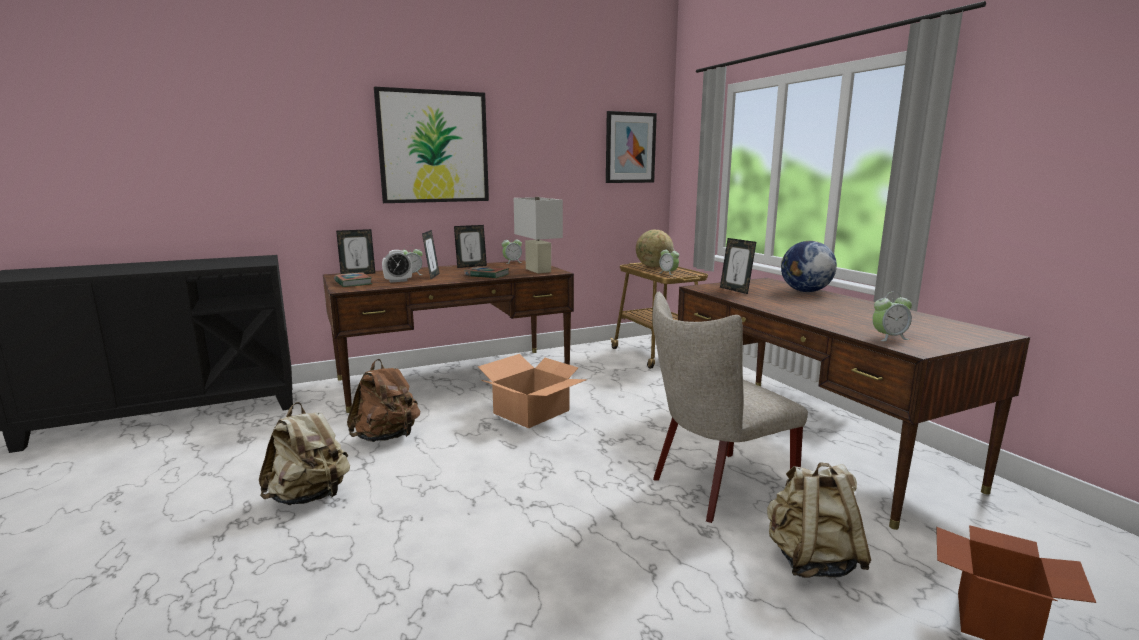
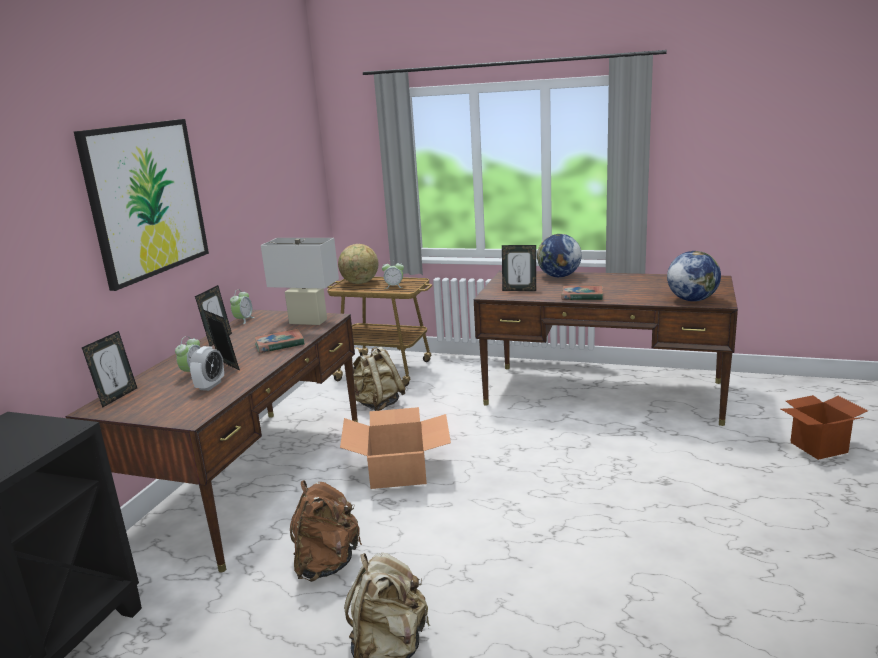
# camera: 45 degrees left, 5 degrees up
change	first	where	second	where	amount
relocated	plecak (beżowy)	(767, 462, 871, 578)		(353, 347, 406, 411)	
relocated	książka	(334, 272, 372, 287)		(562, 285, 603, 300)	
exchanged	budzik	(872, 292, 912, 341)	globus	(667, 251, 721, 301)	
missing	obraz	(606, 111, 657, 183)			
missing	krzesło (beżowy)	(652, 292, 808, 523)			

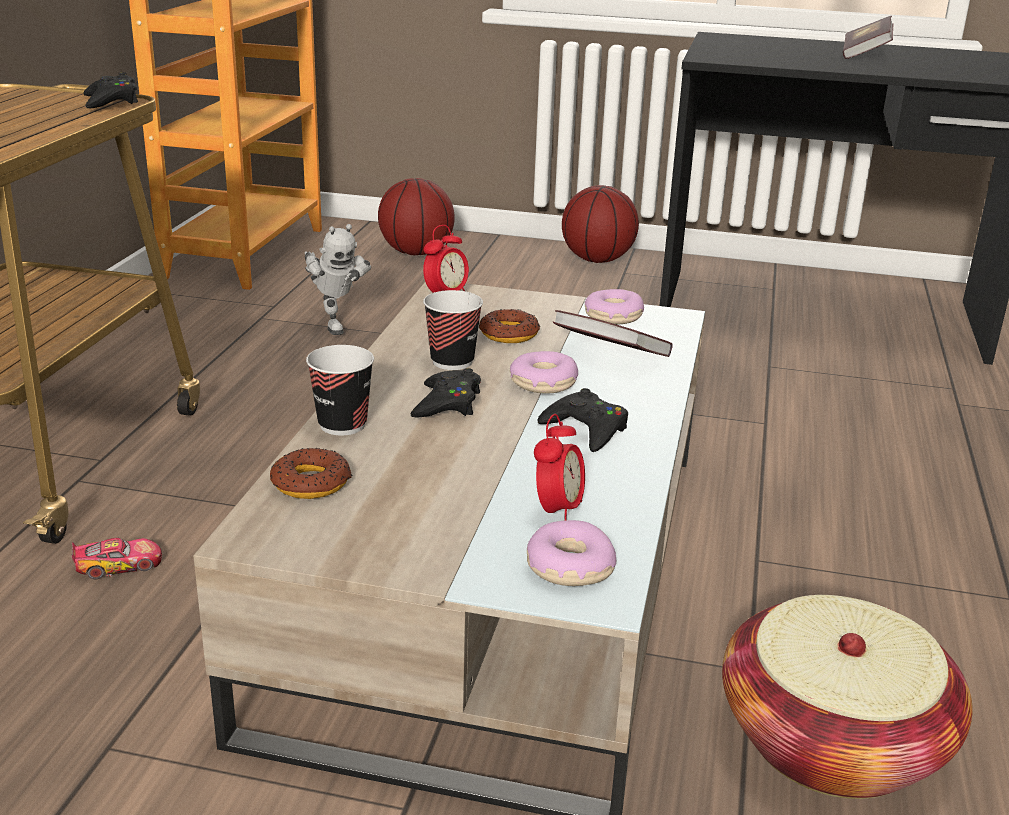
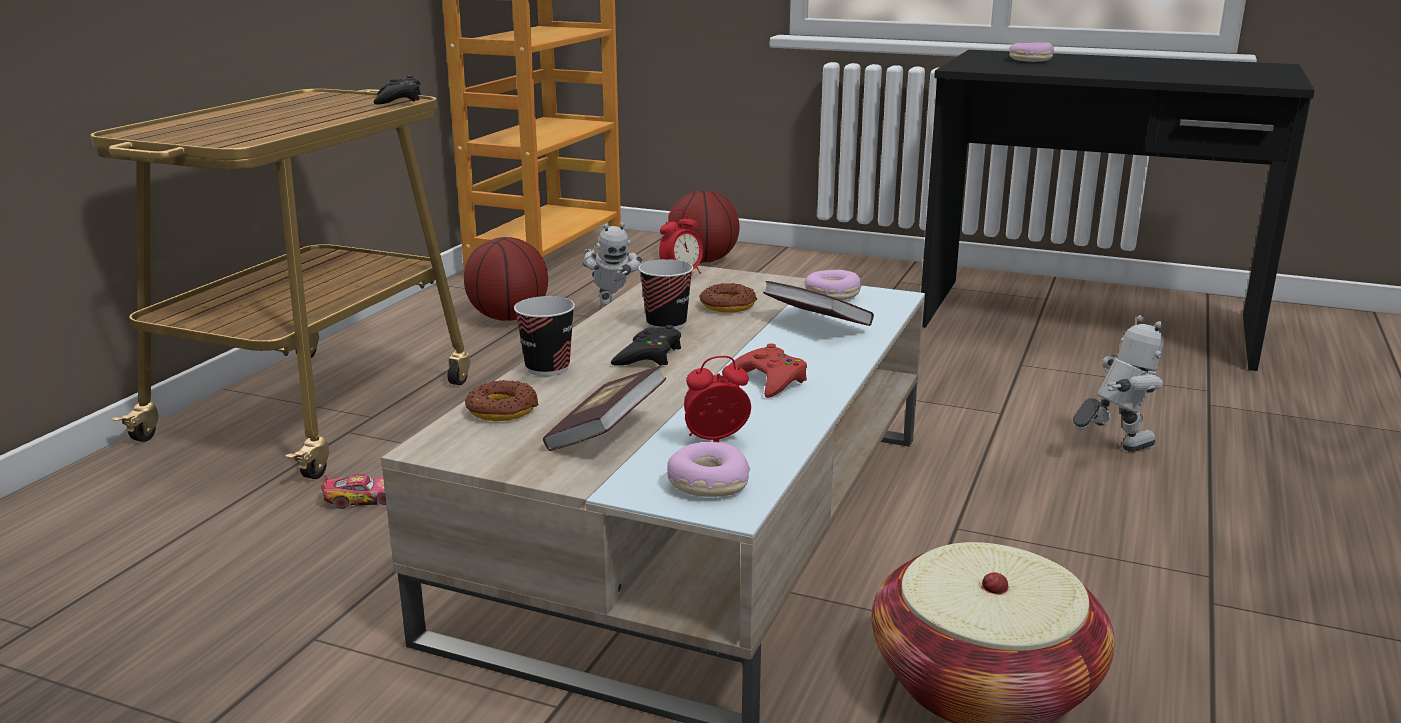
# camera: 10 degrees right, 5 degrees down
change	first	where	second	where	amount
relocated	piłka do koszykówki	(562, 185, 639, 263)		(464, 237, 548, 321)	
relocated	książka	(843, 16, 894, 59)		(543, 366, 666, 451)	
spun	budzik	(534, 414, 585, 520)		(684, 356, 751, 442)	135 degrees counterclockwise
colour	pad do gier (czarny)	(538, 388, 628, 452)	pad do gier (czerwony)	(729, 344, 807, 398)	
relocated	donut	(510, 351, 578, 394)		(1009, 43, 1054, 62)	
appeared			robot zabawkowy	(1073, 315, 1164, 452)	

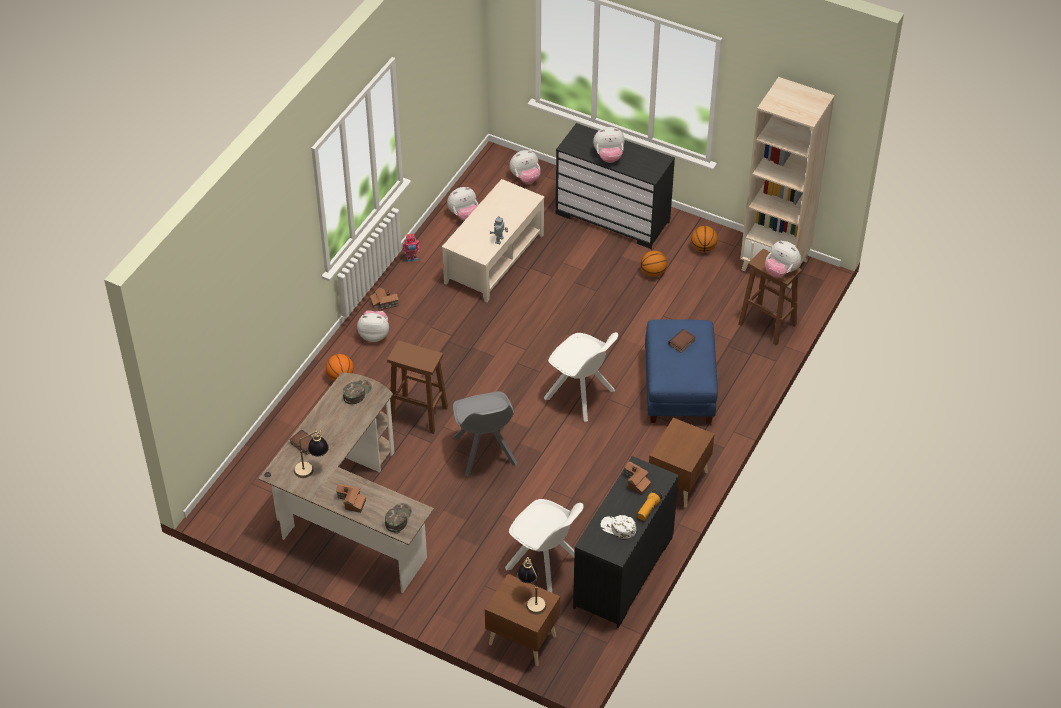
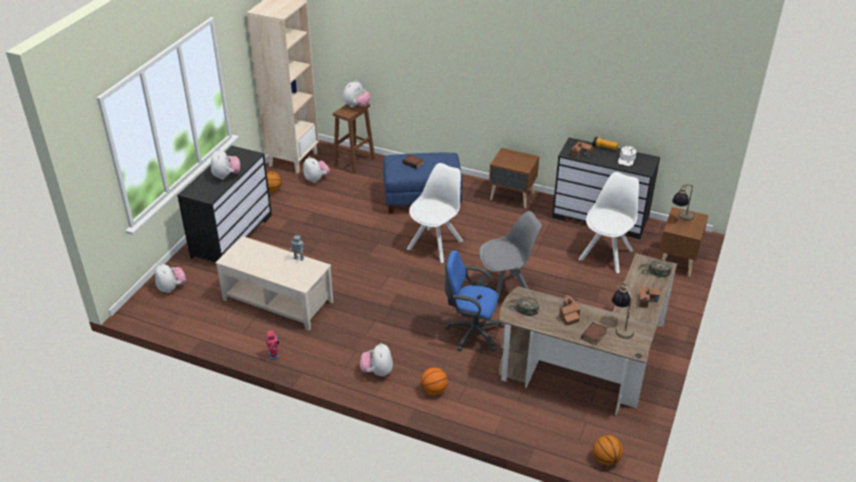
# camera: 95 degrees left, 10 degrees down
change	first	where	second	where	amount
relocated	pluszak	(447, 187, 478, 221)		(303, 156, 330, 183)	
exchanged	stołek (brązowy)	(387, 340, 448, 434)	krzesło biurowe (niebieski)	(445, 250, 504, 351)	
relocated	domek	(370, 287, 399, 310)		(559, 295, 581, 326)	
relocated	piłka do koszykówki	(641, 250, 667, 277)		(593, 435, 623, 465)	

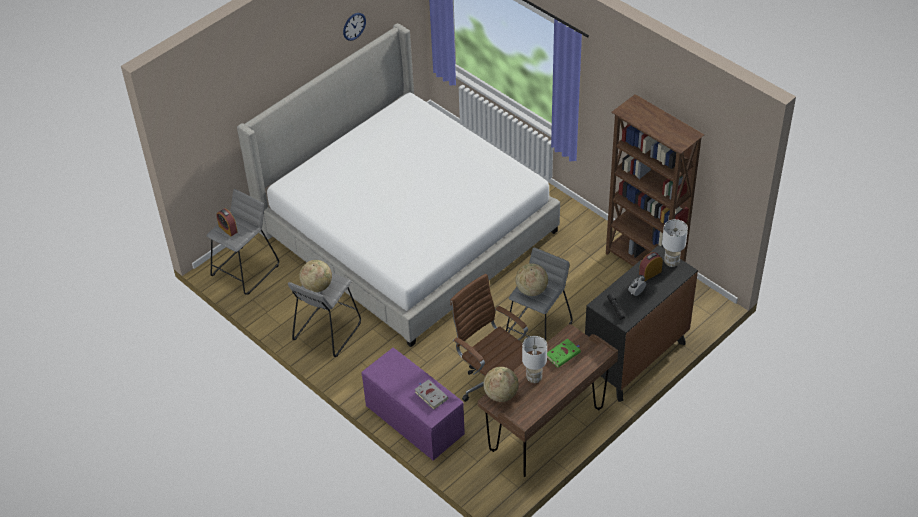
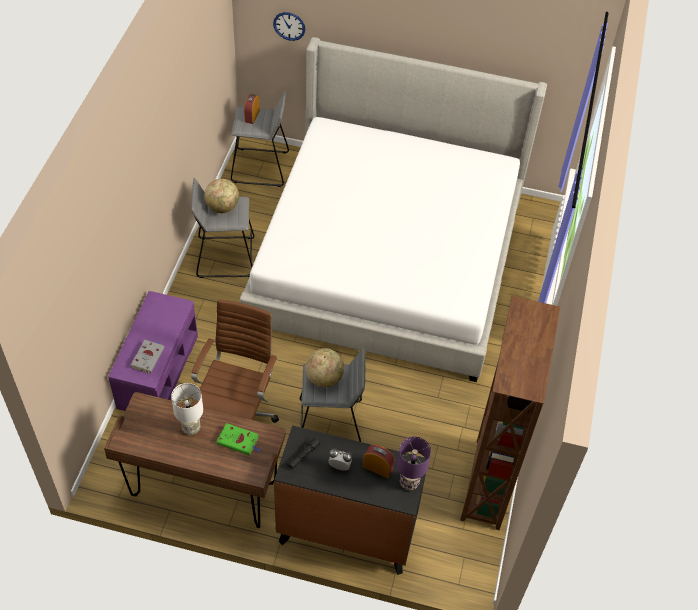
# camera: 55 degrees right, 5 degrees up
change	first	where	second	where	amount
relocated	zegar ścienny	(343, 13, 366, 41)		(273, 12, 305, 41)	
colour	lampa stołowa (biały)	(662, 219, 688, 267)	lampa stołowa (fioletowy)	(397, 436, 431, 490)	
missing	globus	(483, 367, 519, 402)			

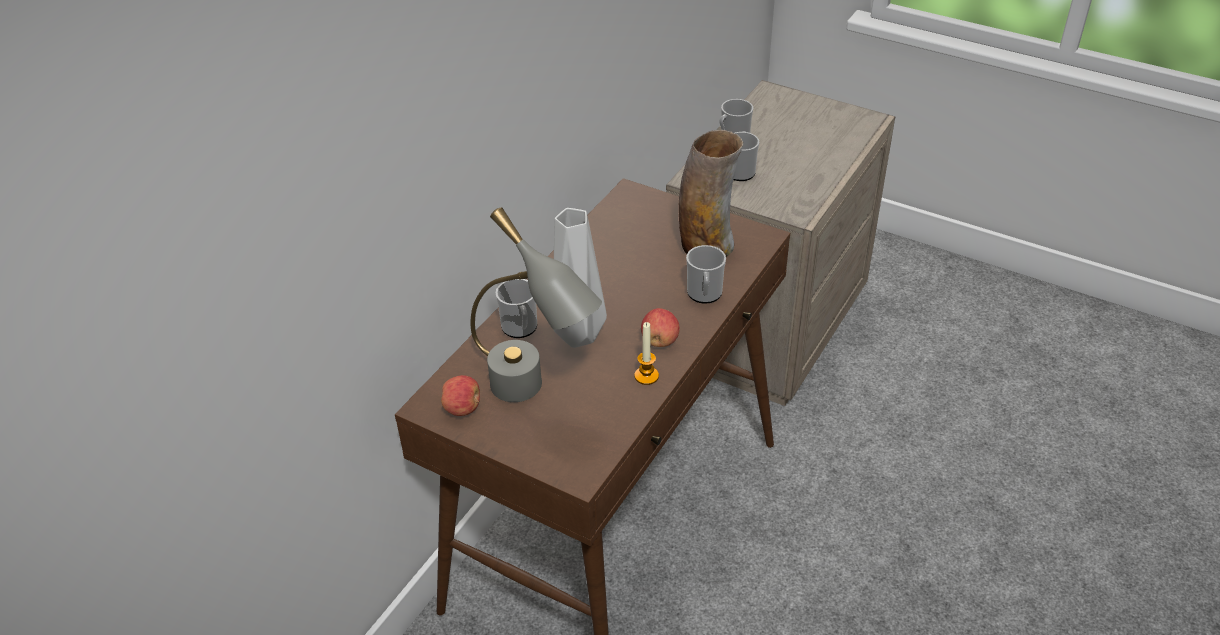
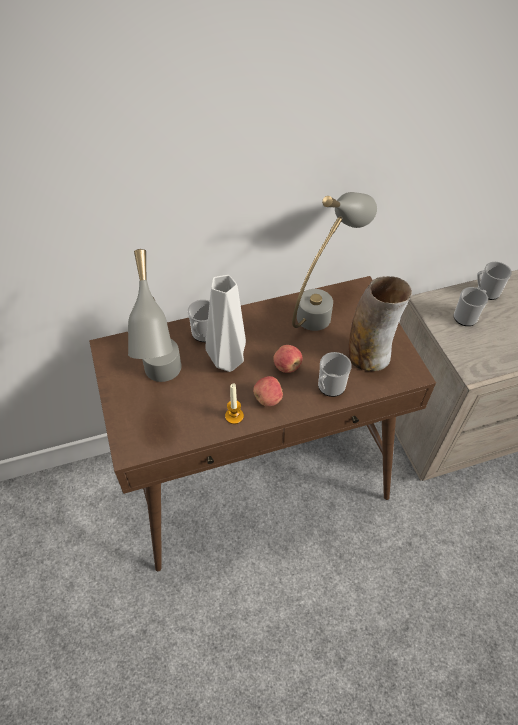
# camera: 40 degrees right, 10 degrees up
change	first	where	second	where	amount
relocated	jabłko	(441, 375, 480, 416)		(274, 345, 302, 373)	
appeared			lampa stołowa (szary)	(292, 192, 377, 331)	

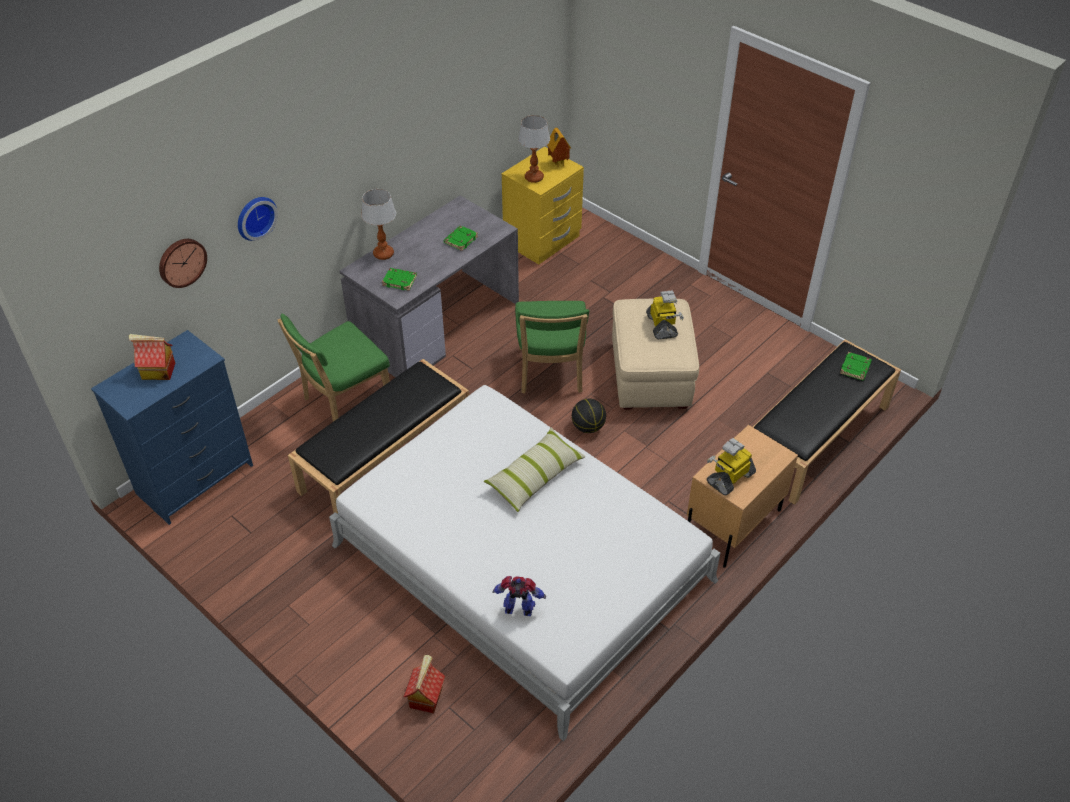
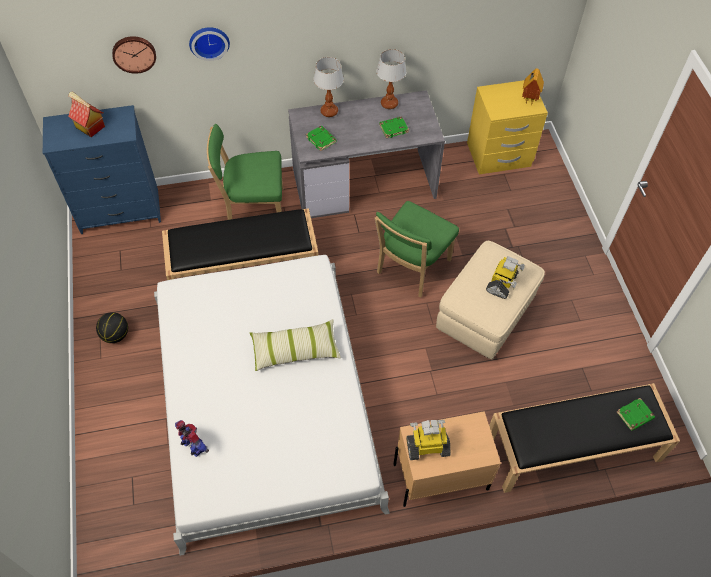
# camera: 35 degrees right, 10 degrees up
change	first	where	second	where	amount
relocated	piłka do koszykówki	(572, 399, 606, 433)		(96, 312, 128, 343)	
relocated	lampa stołowa	(518, 115, 550, 183)		(376, 49, 406, 109)	
missing	domek	(404, 655, 445, 713)			

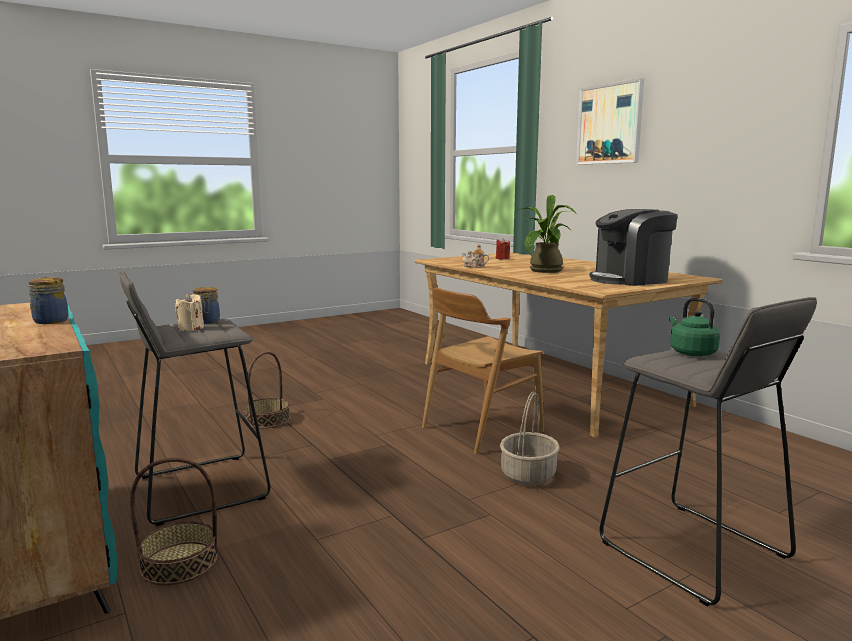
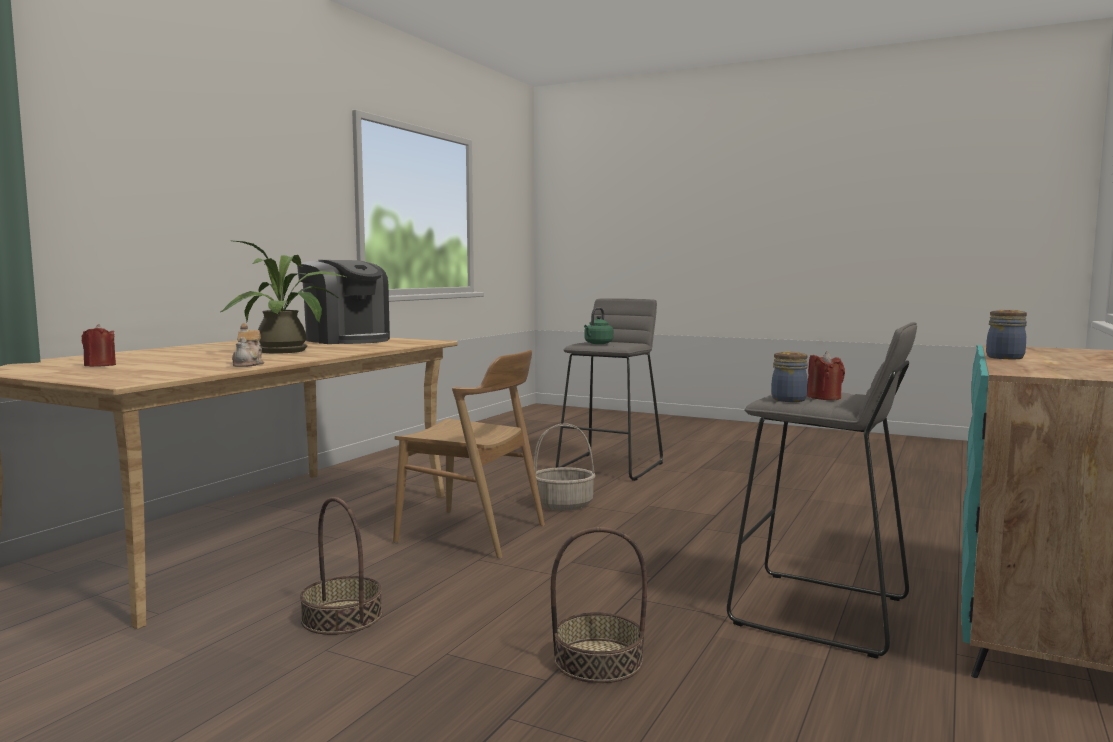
# camera: 120 degrees left, 5 degrees down
change	first	where	second	where	amount
relocated	koszyk	(130, 458, 217, 585)		(300, 497, 382, 635)	
colour	świeca (beżowy)	(175, 293, 204, 331)	świeca (czerwony)	(807, 351, 845, 400)	
missing	obraz	(576, 78, 644, 165)			

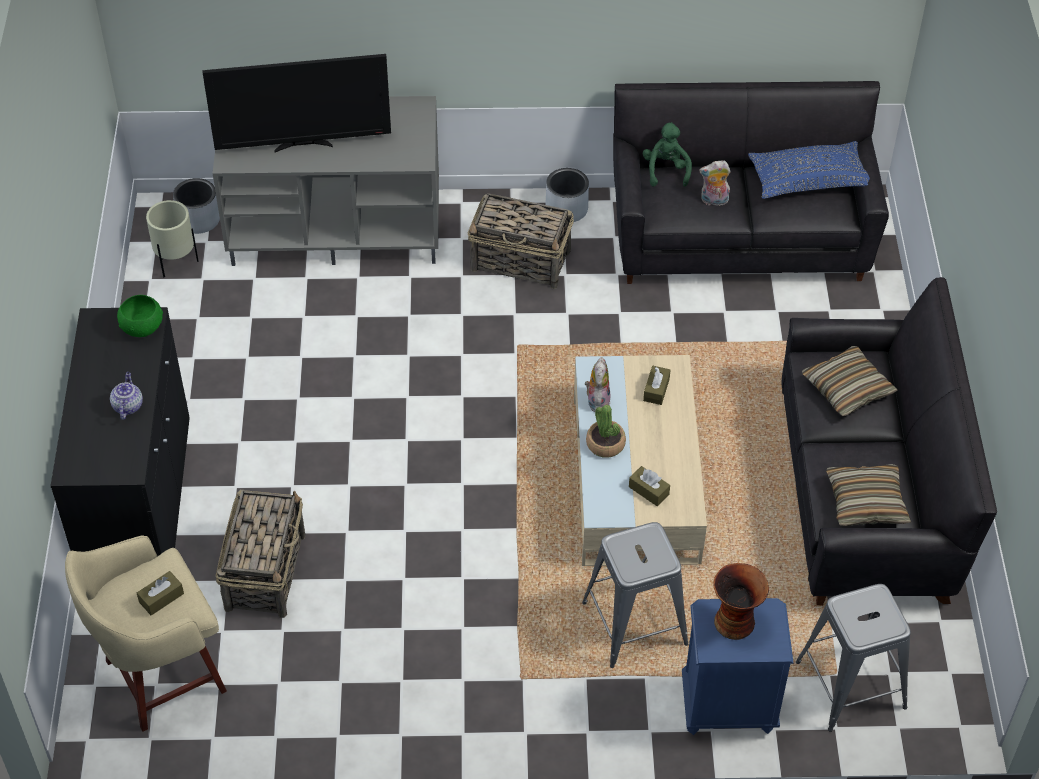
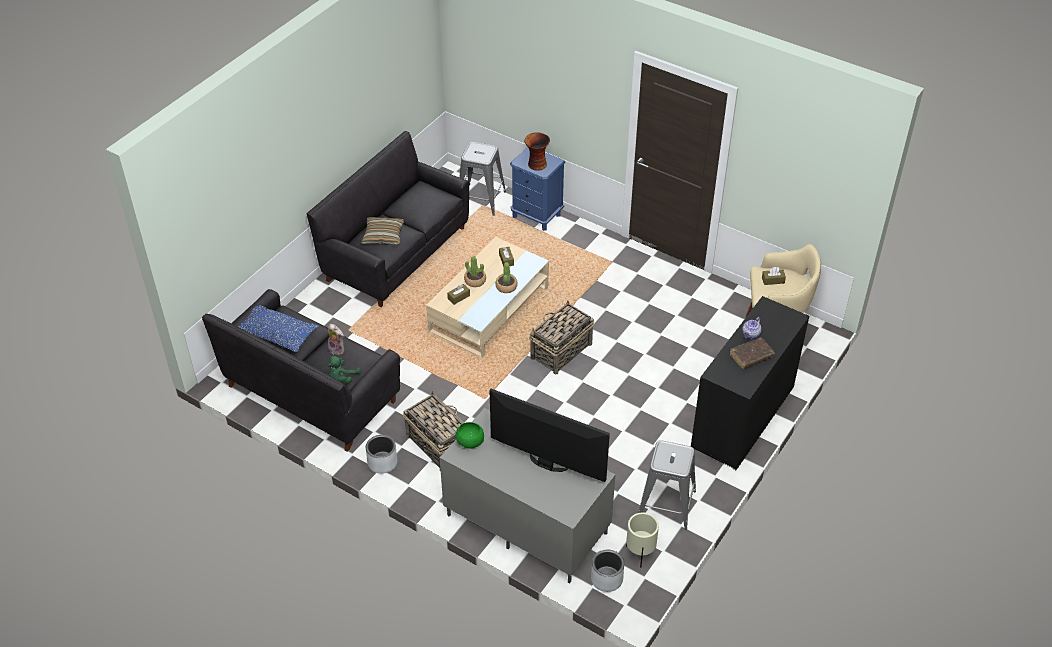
# camera: 145 degrees left, 5 degrees down
change	first	where	second	where	amount
relocated	miska (zielony)	(117, 295, 163, 337)		(456, 422, 484, 449)	
appeared			roślina doniczkowa	(464, 256, 486, 287)	
relocated	koszyk	(215, 490, 305, 618)		(529, 301, 594, 375)	
relocated	stołek (szary)	(582, 522, 688, 668)		(638, 440, 696, 530)	
appeared			książka (brązowy)	(730, 337, 775, 369)	
missing	pluszak	(585, 357, 610, 412)			
missing	poduszka	(826, 464, 911, 526)			

